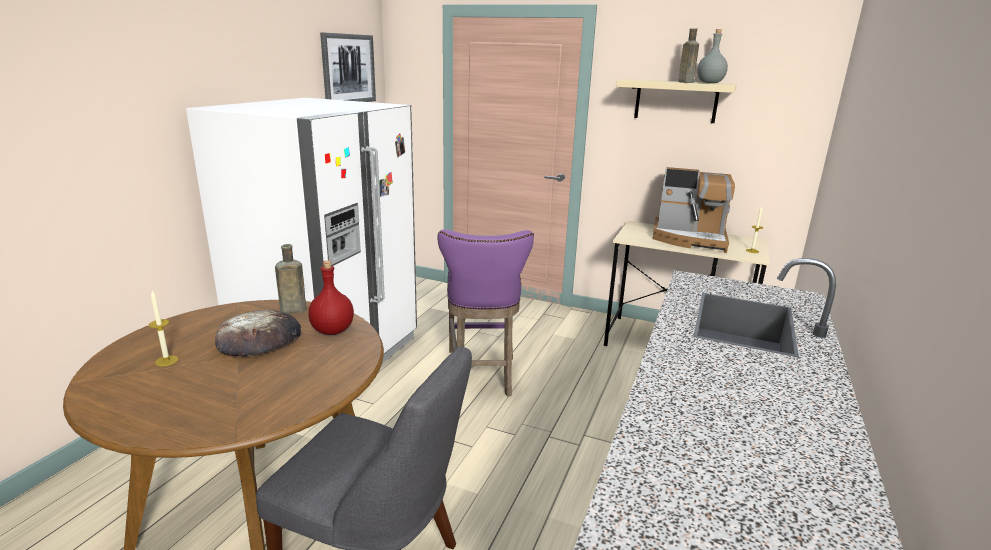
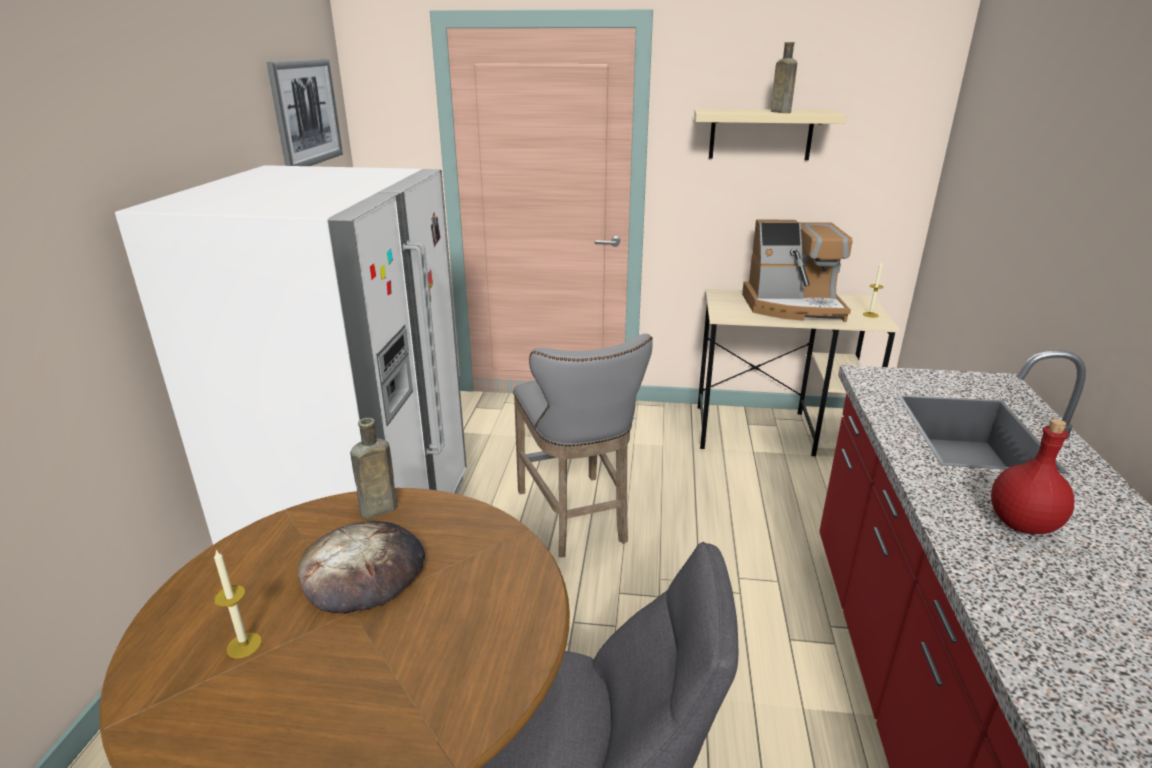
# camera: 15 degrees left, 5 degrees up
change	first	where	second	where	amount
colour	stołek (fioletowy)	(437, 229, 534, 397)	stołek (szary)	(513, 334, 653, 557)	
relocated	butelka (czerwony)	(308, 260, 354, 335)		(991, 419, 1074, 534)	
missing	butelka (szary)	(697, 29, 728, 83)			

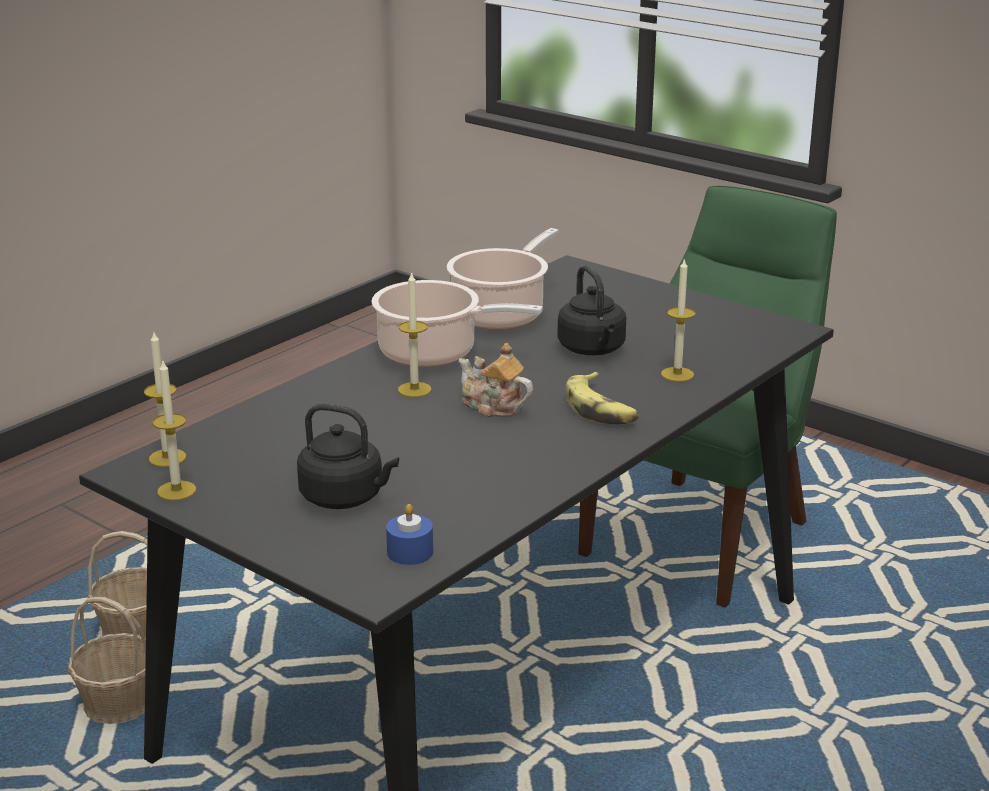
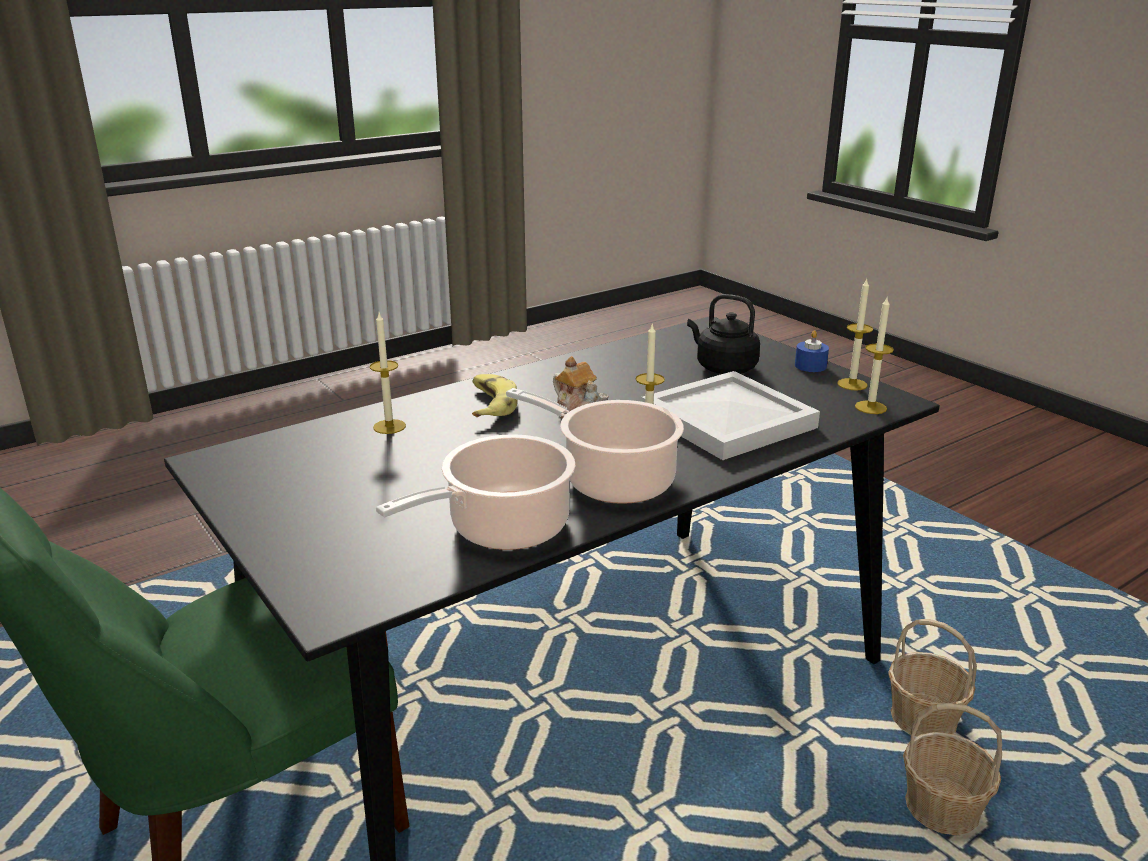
# camera: 165 degrees left, 0 degrees up
change	first	where	second	where	amount
appeared			taca (biały)	(641, 371, 820, 460)	
relocated	świeca (niebieski)	(386, 504, 433, 565)		(795, 330, 829, 372)	
missing	czajnik (czarny)	(557, 265, 626, 355)			

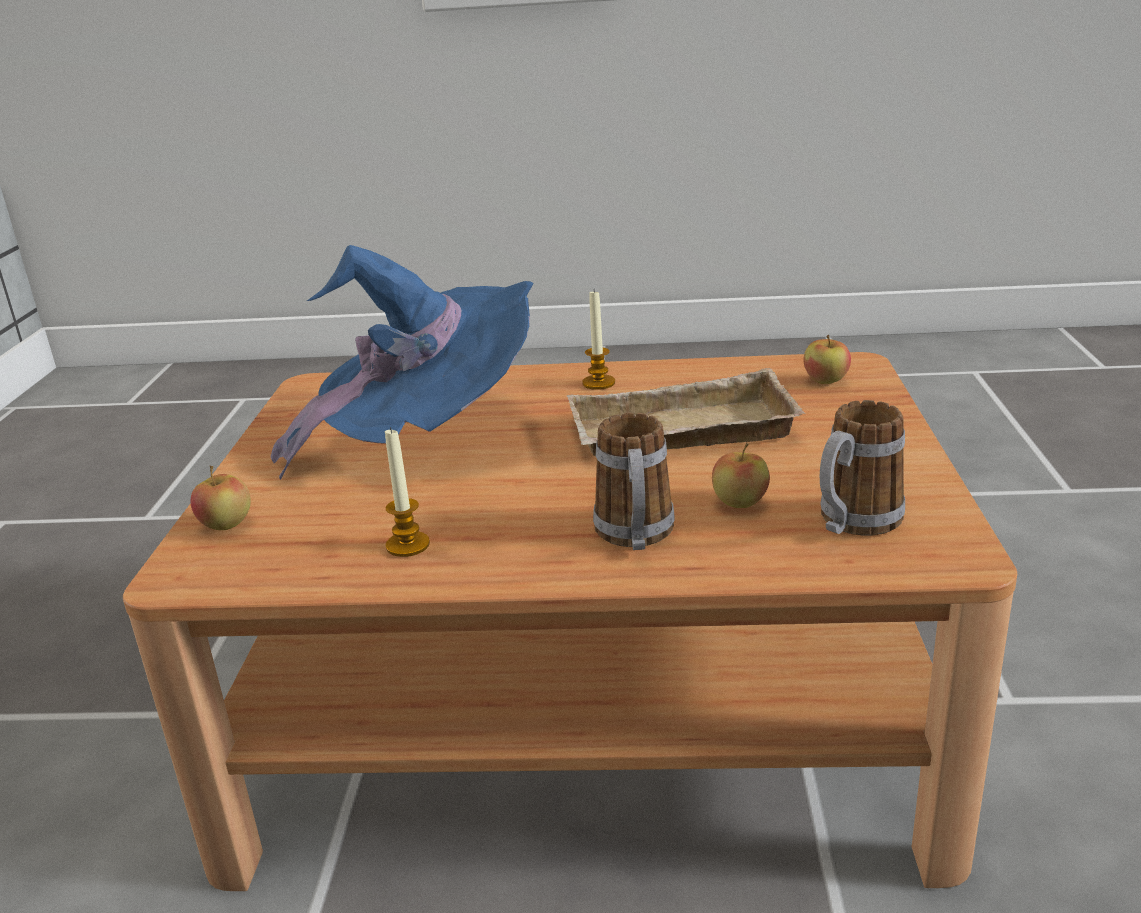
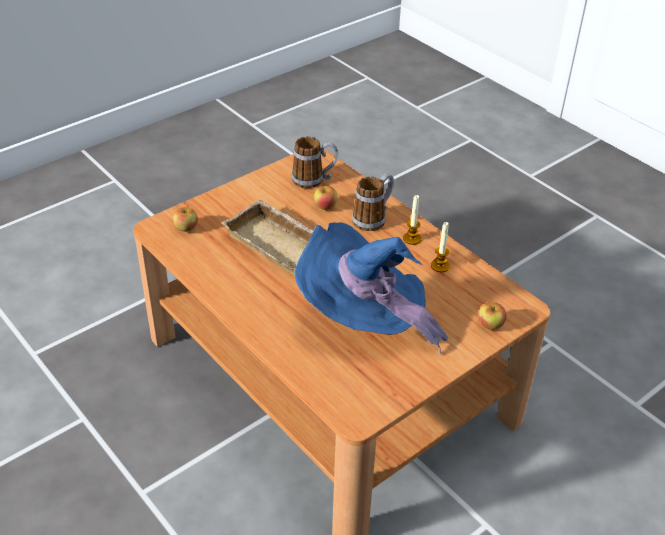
# camera: 135 degrees left, 15 degrees up
change	first	where	second	where	amount
relocated	świeca	(582, 290, 615, 390)		(403, 195, 421, 245)	

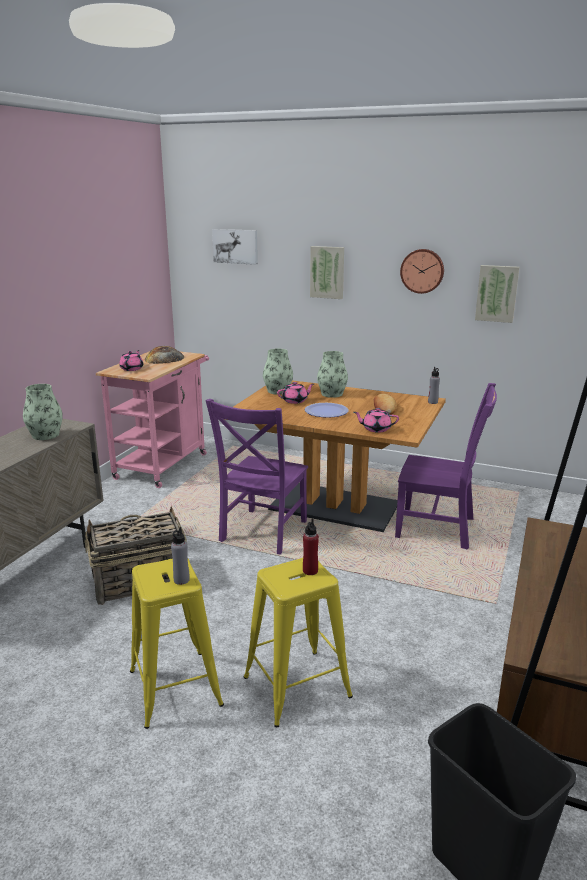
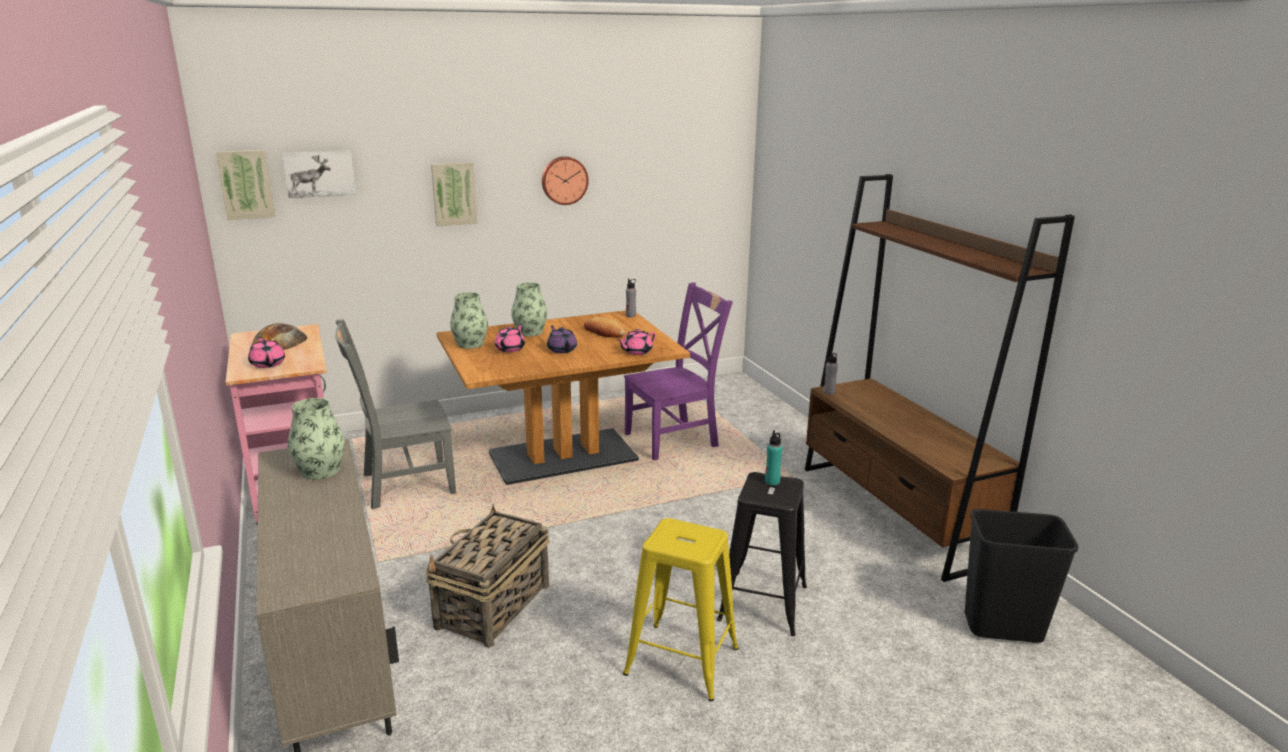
# camera: 45 degrees left, 0 degrees up
change	first	where	second	where	amount
relocated	obraz	(475, 265, 520, 323)		(216, 150, 276, 220)	
appeared			krzesło (szary)	(335, 320, 456, 509)	
exchanged	talerz	(305, 403, 349, 418)	imbryk (fioletowy)	(547, 325, 577, 353)	
colour	stołek (żółty)	(244, 558, 353, 727)	stołek (czarny)	(717, 472, 807, 636)	
colour	butelka (czerwony)	(303, 519, 319, 575)	butelka (turkusowy)	(765, 430, 782, 485)	
relocated	butelka (szary)	(171, 527, 190, 585)		(823, 351, 838, 395)	
missing	krzesło (fioletowy)	(205, 399, 308, 554)			

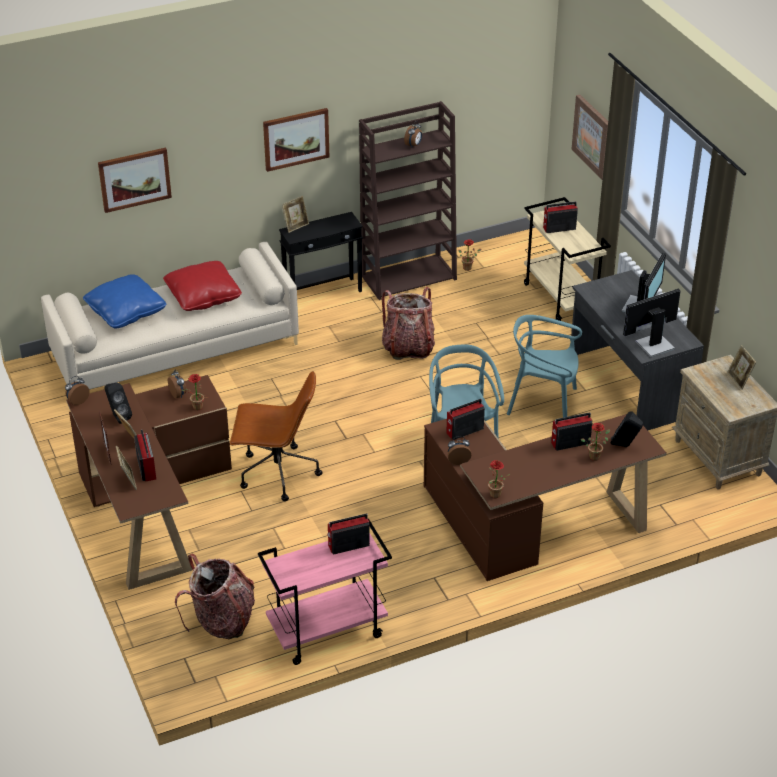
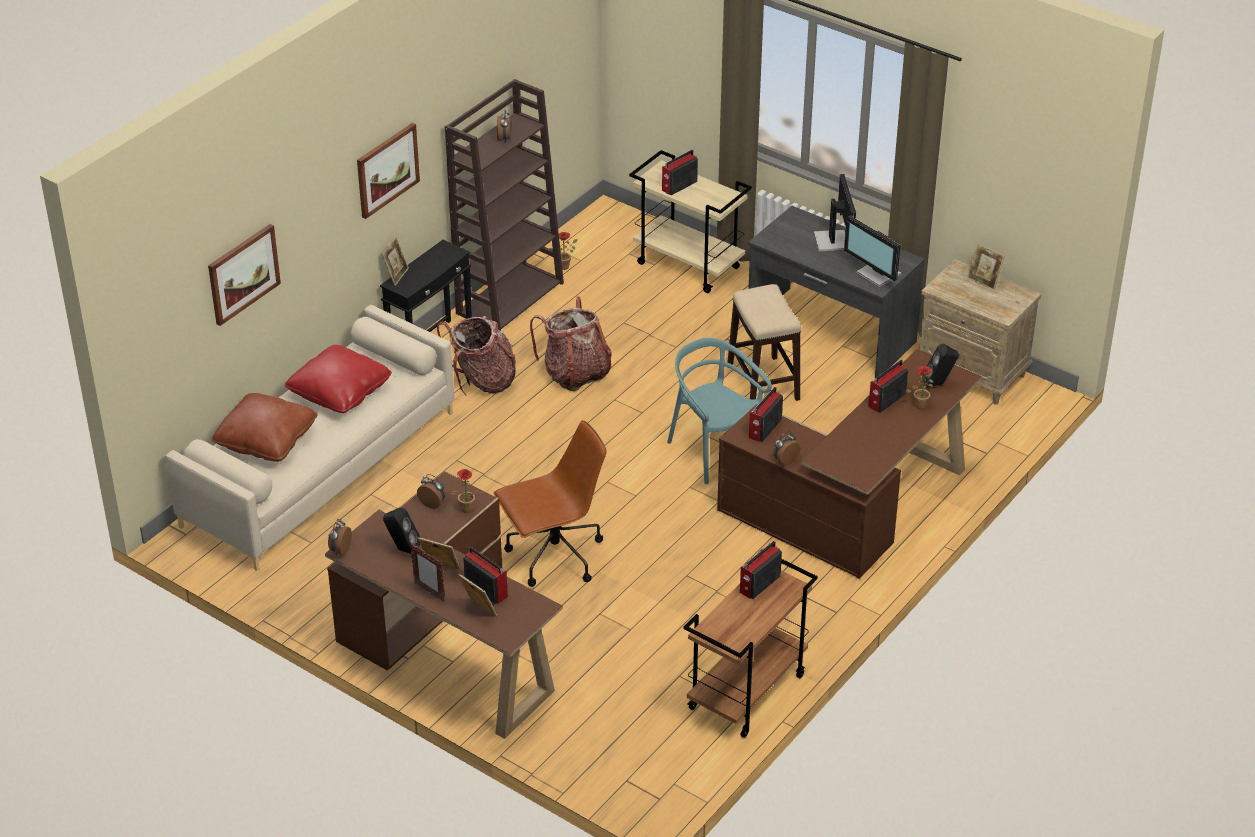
# camera: 30 degrees left, 0 degrees up
change	first	where	second	where	amount
colour	poduszka (niebieski)	(83, 274, 167, 329)	poduszka (brązowy)	(211, 393, 318, 462)	
relocated	plecak	(175, 554, 255, 639)		(437, 316, 516, 395)	
colour	wózek (różowy)	(258, 519, 392, 665)	wózek (brązowy)	(683, 559, 818, 738)	
exchanged	krzesło (turkusowy)	(507, 315, 582, 418)	stołek	(728, 284, 801, 401)	
spun	monitor	(623, 289, 681, 357)		(844, 215, 901, 287)	75 degrees counterclockwise
missing	roślina doniczkowa	(488, 460, 510, 498)			
missing	obraz	(572, 95, 608, 180)			

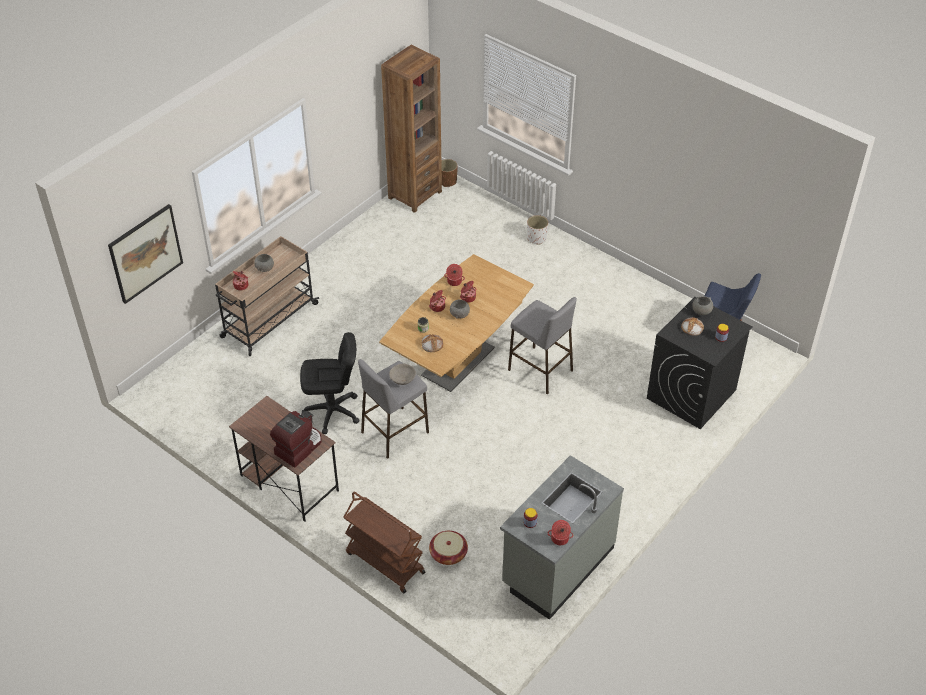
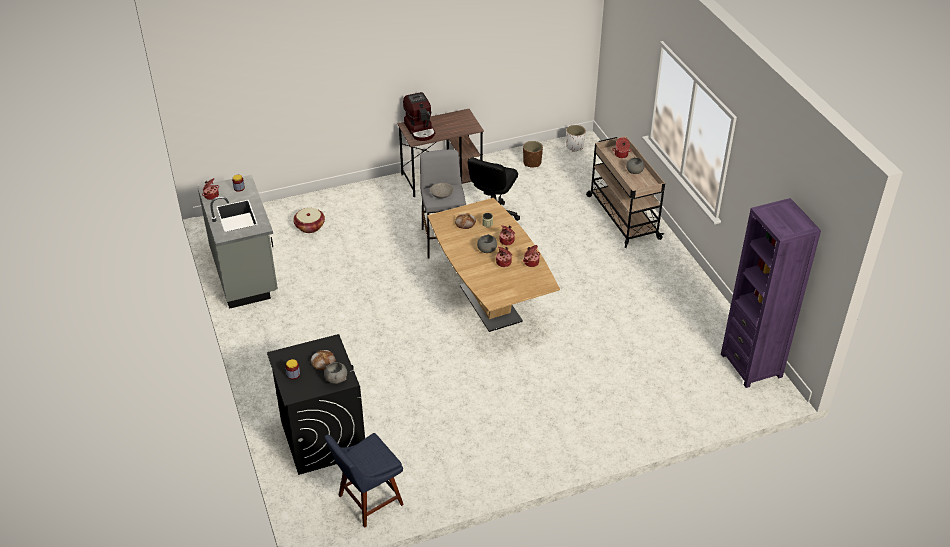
# camera: 120 degrees right, 5 degrees down
change	first	where	second	where	amount
relocated	donica (brązowy)	(441, 159, 458, 187)		(523, 141, 543, 167)	
relocated	donica (biały)	(527, 215, 548, 245)		(566, 125, 586, 152)	
colour	regał (brązowy)	(381, 45, 442, 213)	regał (fioletowy)	(721, 198, 821, 388)	
missing	obraz	(108, 204, 183, 304)			
missing	wózek (brązowy)	(344, 492, 425, 594)			
missing	stołek (szary)	(508, 297, 577, 395)			

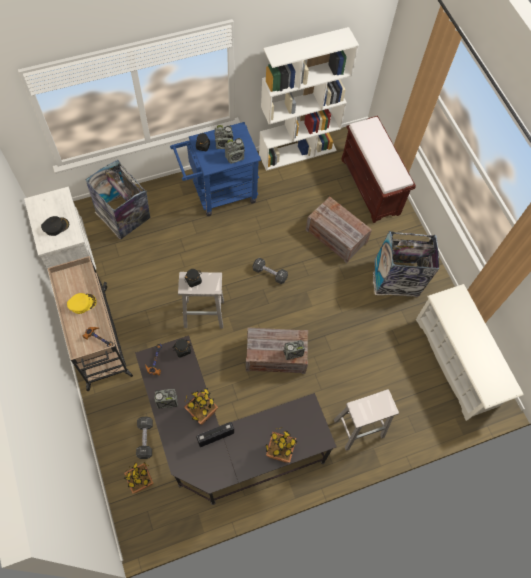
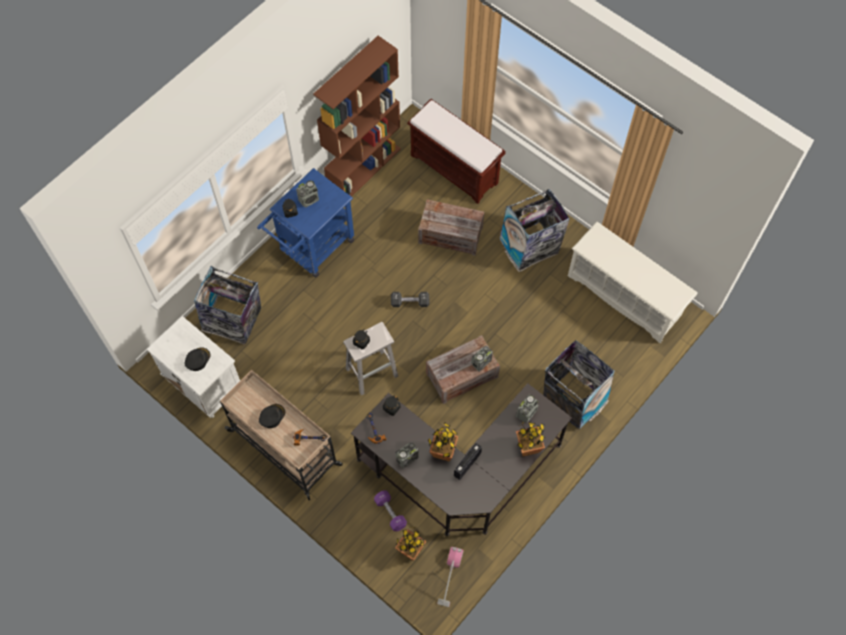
# camera: 25 degrees left, 0 degrees up
change	first	where	second	where	amount
colour	czapka z daszkiem (żółty)	(67, 293, 97, 314)	czapka z daszkiem (czarny)	(259, 404, 285, 428)	
colour	regał (biały)	(259, 27, 359, 171)	regał (brązowy)	(313, 36, 401, 197)	
colour	hantel (czarny)	(136, 417, 153, 459)	hantel (fioletowy)	(374, 490, 407, 531)	
appeared			odkurzacz	(437, 547, 464, 607)	
relocated	radio	(225, 138, 245, 164)		(516, 394, 538, 423)	
exchanged	stołek (biały)	(334, 389, 399, 451)	kosz na śmieci	(543, 340, 615, 430)	

